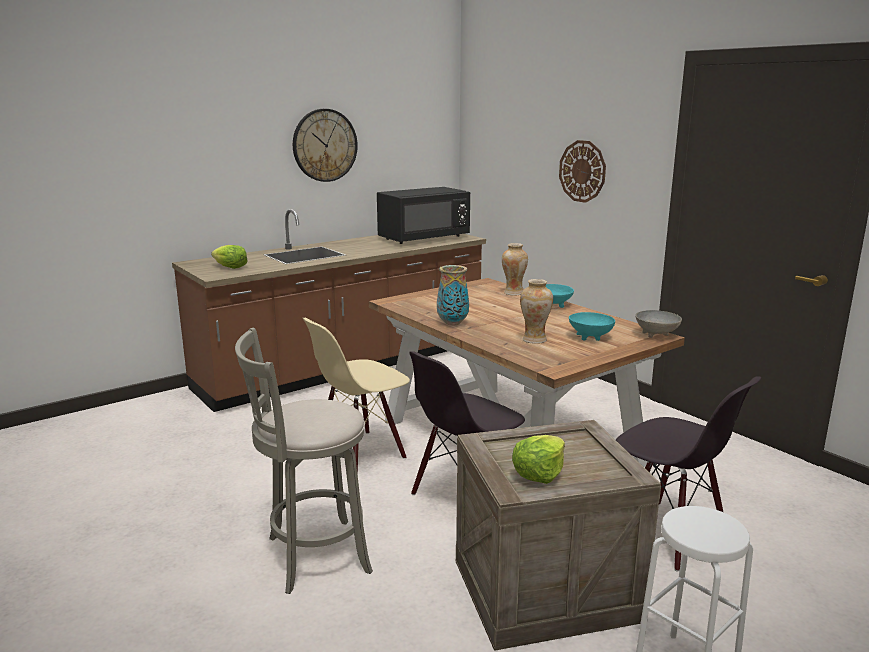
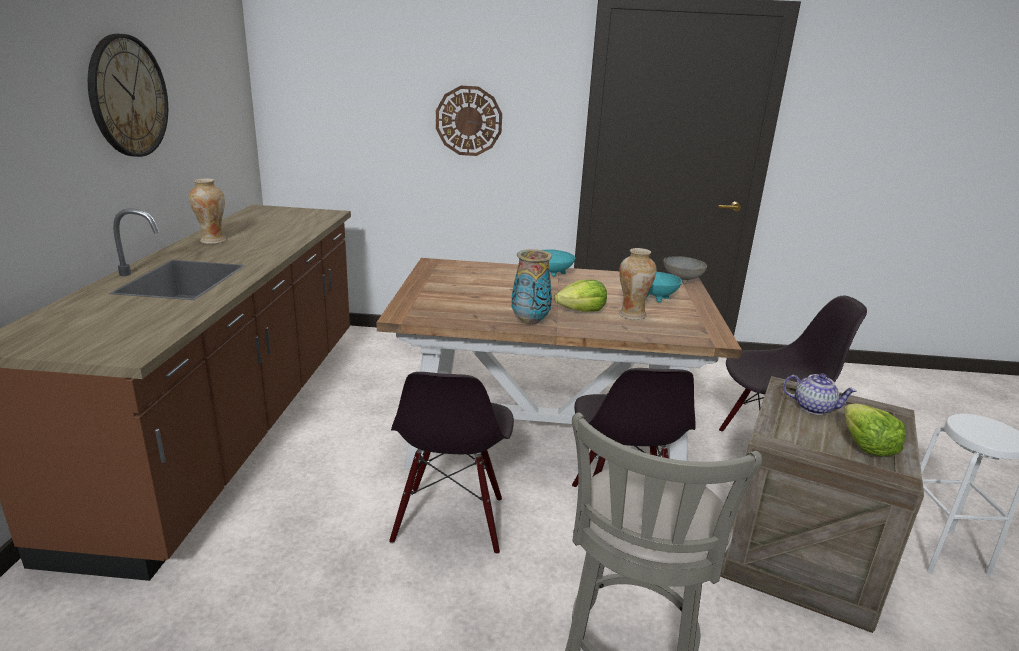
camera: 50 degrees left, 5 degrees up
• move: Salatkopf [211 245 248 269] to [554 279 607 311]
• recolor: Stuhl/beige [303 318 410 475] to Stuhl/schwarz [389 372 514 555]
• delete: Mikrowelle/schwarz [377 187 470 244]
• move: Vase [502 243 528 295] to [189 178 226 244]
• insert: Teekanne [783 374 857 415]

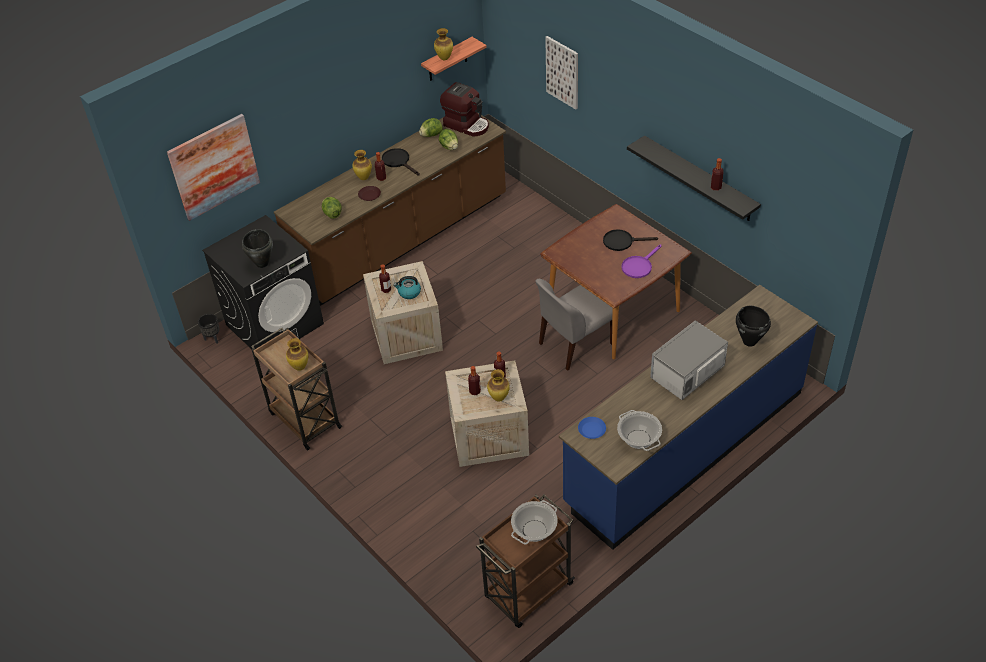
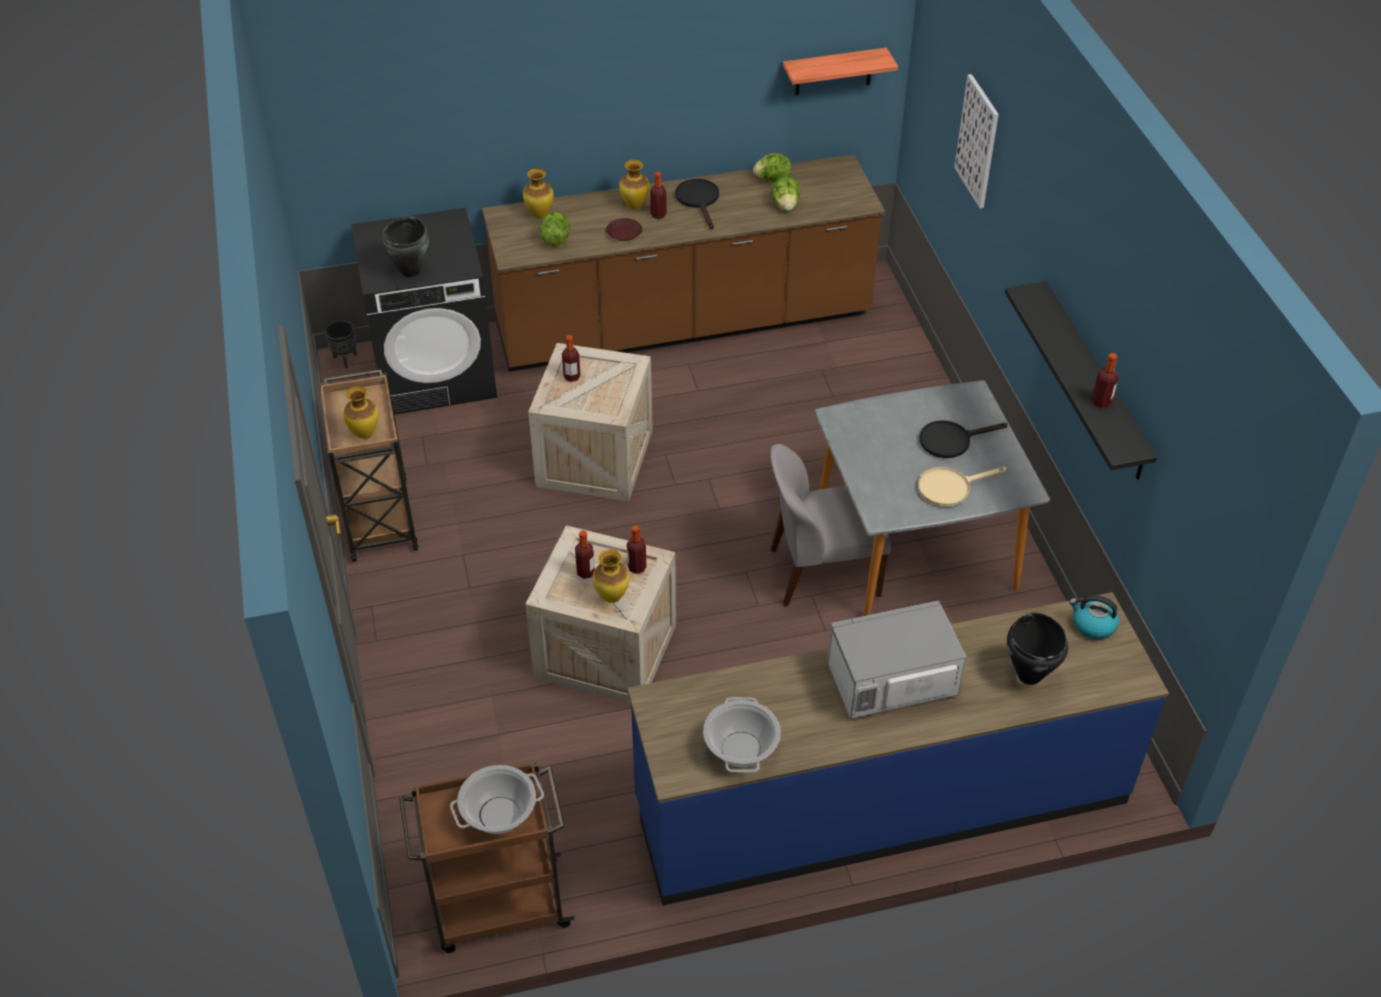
camera: 25 degrees right, 0 degrees up
• delete: Bild [167 114 260 221]
• move: Wasserkessel [393 276 421 299] to [1070 595 1119 639]
• move: Vase [434 28 453 60] to [523 168 554 218]
• delete: Kaffeemaschine [440 82 489 137]
• recolor: Esstisch/braun [540 204 692 359] to Esstisch/grau [815 380 1050 616]
• delete: Teller/blau [578 417 606 439]
• rotate: Pfanne/schwarz [603 229 658 251] = [920 420 1008 458] 45 degrees counterclockwise
• recolor: Pfanne/lila [621 244 661 278] to Pfanne/beige [918 467 1007 507]

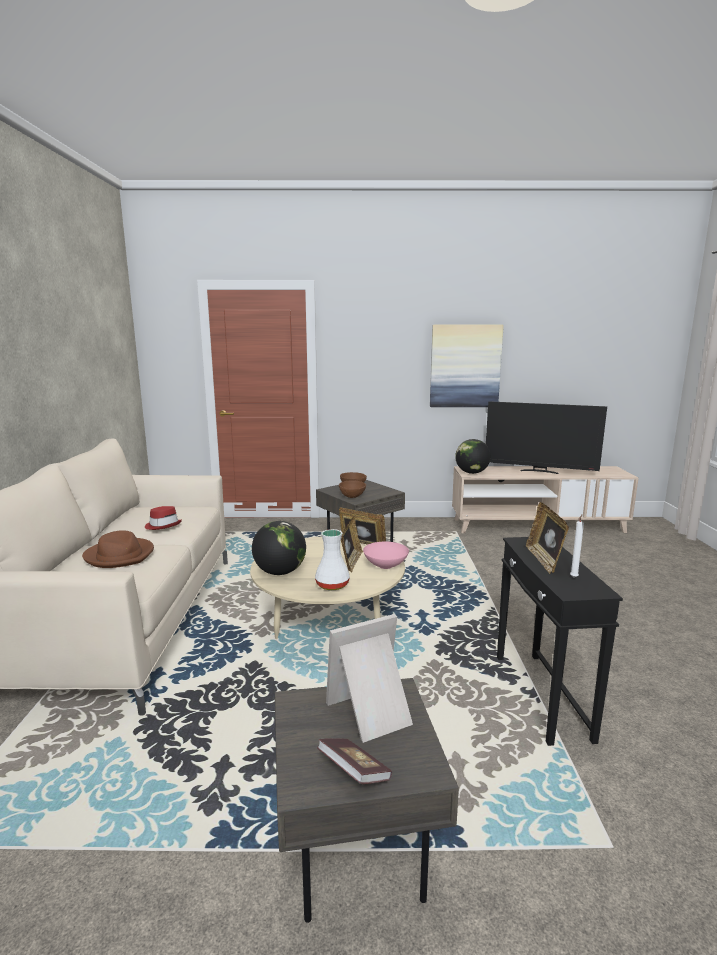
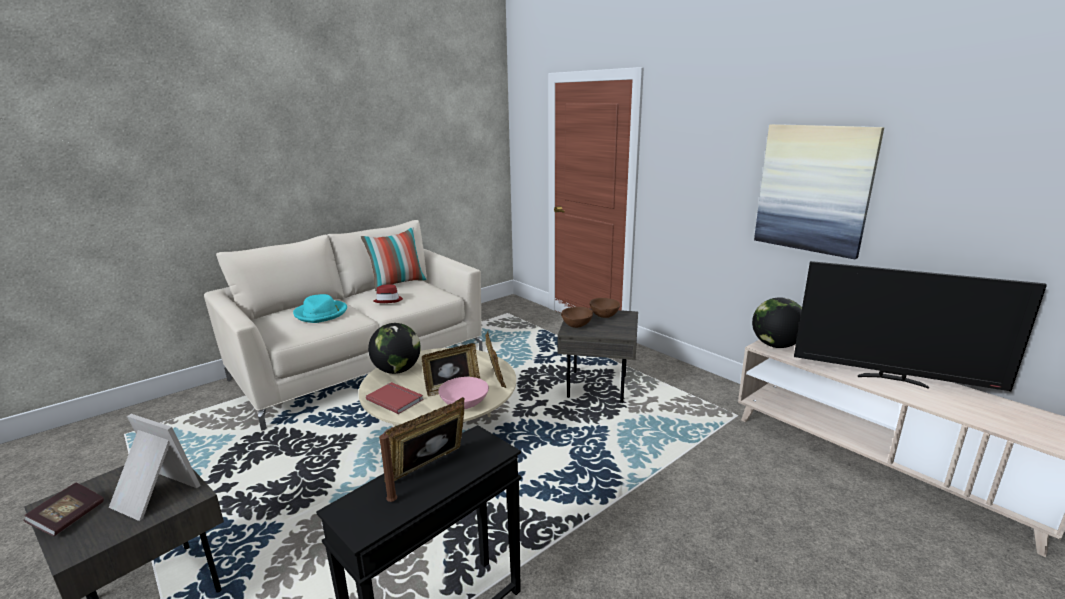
camera: 50 degrees right, 5 degrees up
• recolor: Hut/braun [82 530 154 568] to Hut/türkis [293 294 347 323]
• replace: Vase/weiß [315 529 350 590] to Buch/rot [366 382 423 414]
• rotate: Fernseher [486 401 607 474] = [794 261 1047 391] 45 degrees counterclockwise
• recolor: Kerze/weiß [570 514 584 578] to Kerze/braun [379 427 397 502]
• insert: Kissen [361 227 427 291]

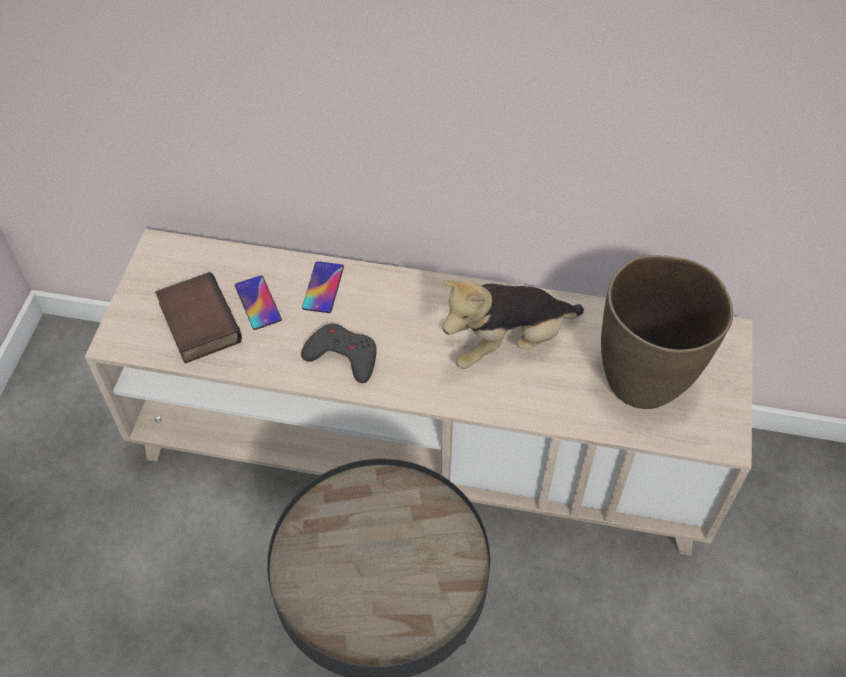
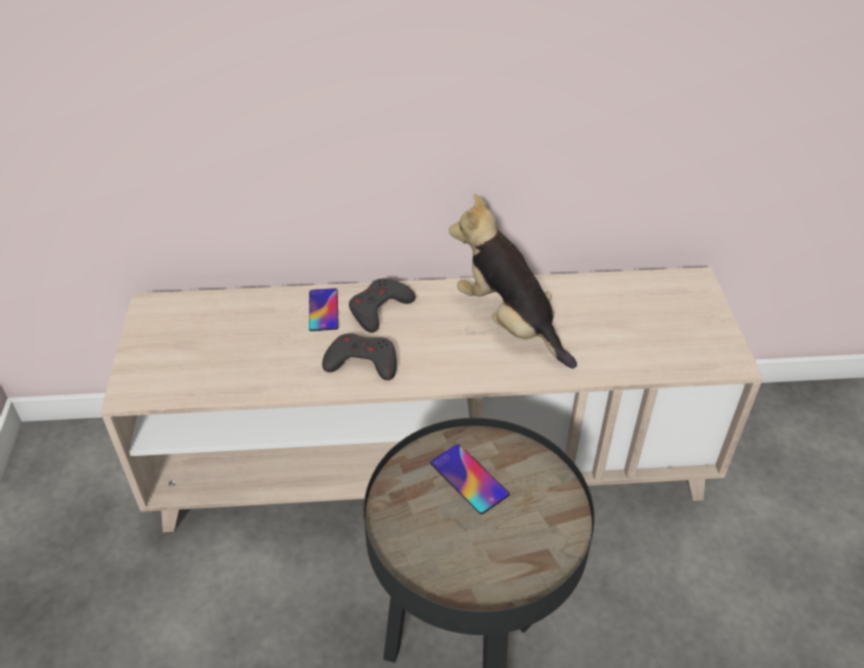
camera: 15 degrees left, 10 degrees down
• delete: Buch [155 272 242 363]
• move: Handy [235 275 282 330] to [430 444 510 514]
• rotate: Plüschtier [442 280 584 369] = [449 193 577 369] 90 degrees clockwise
• delete: Vase/braun [601 255 733 409]
• insert: Gamepad/grau [349 278 416 333]

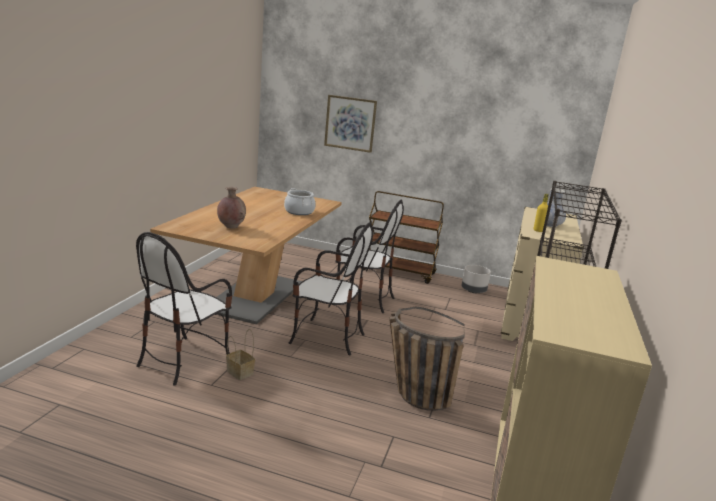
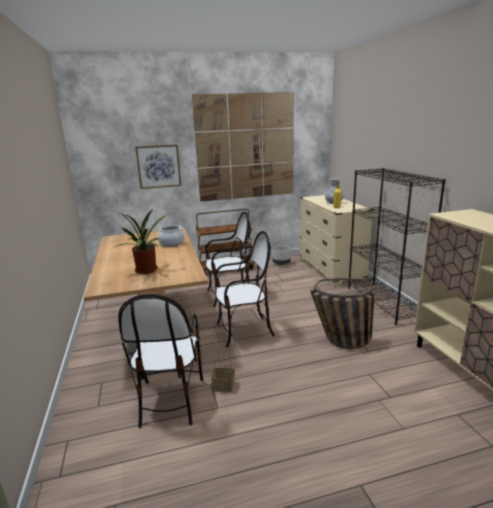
camera: 30 degrees left, 0 degrees up
• replace: Vase/braun [217 187 246 229] to Topfpflanze [115 208 170 274]
• insert: Bild [192 92 294 202]

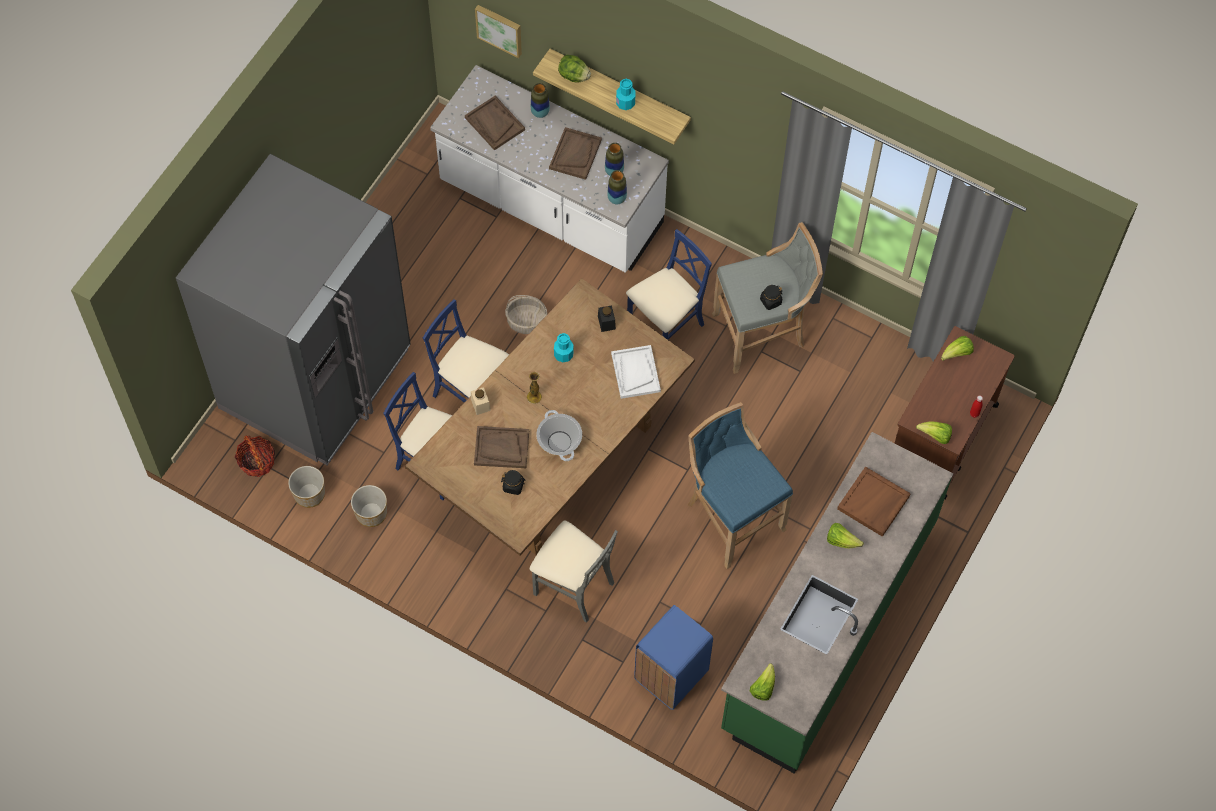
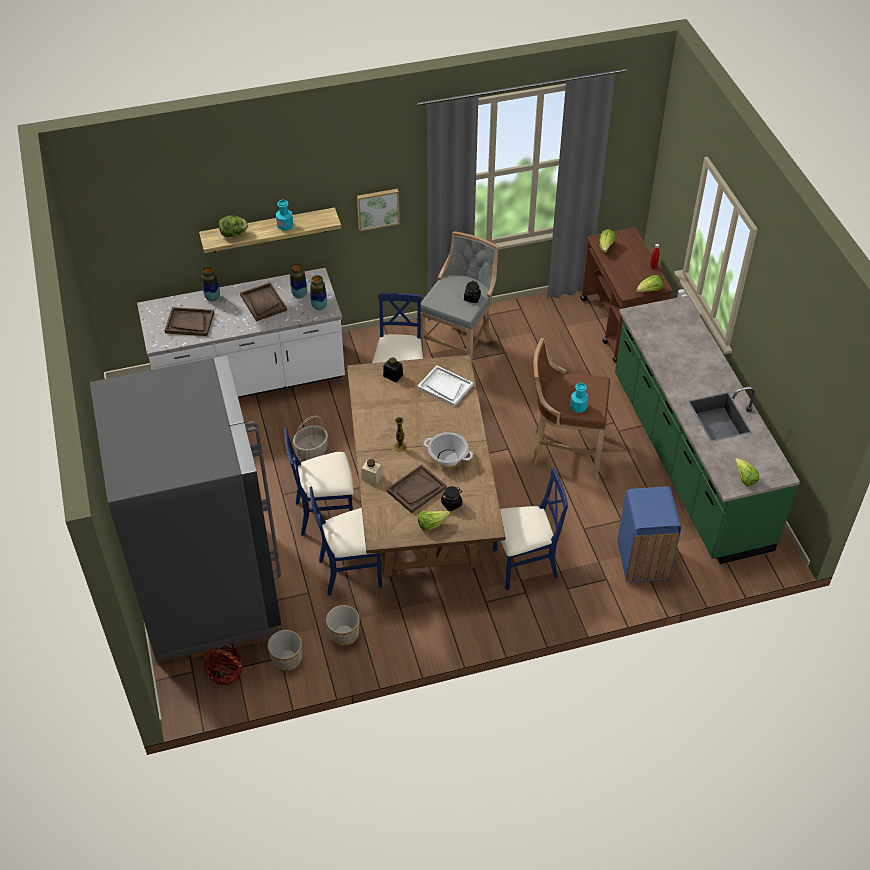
camera: 45 degrees left, 15 degrees down
• move: Bild [475 5 522 58] to [357 189 400 231]
• recolor: Stuhl/grau [530 520 618 623] to Stuhl/blau [493 468 568 590]
• move: Flasche/türkis [554 333 574 362] to [570 383 589 413]
• recolor: Hocker/blau [687 402 793 569] to Hocker/braun [531 338 610 480]
• move: Salatkopf [827 523 864 548] to [418 511 450 531]
• delete: Tablett/braun [837 466 911 537]

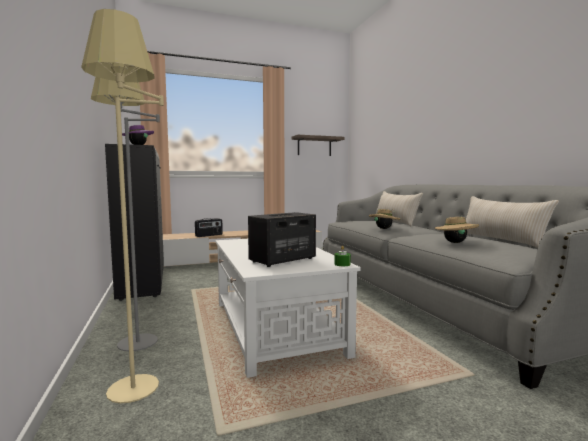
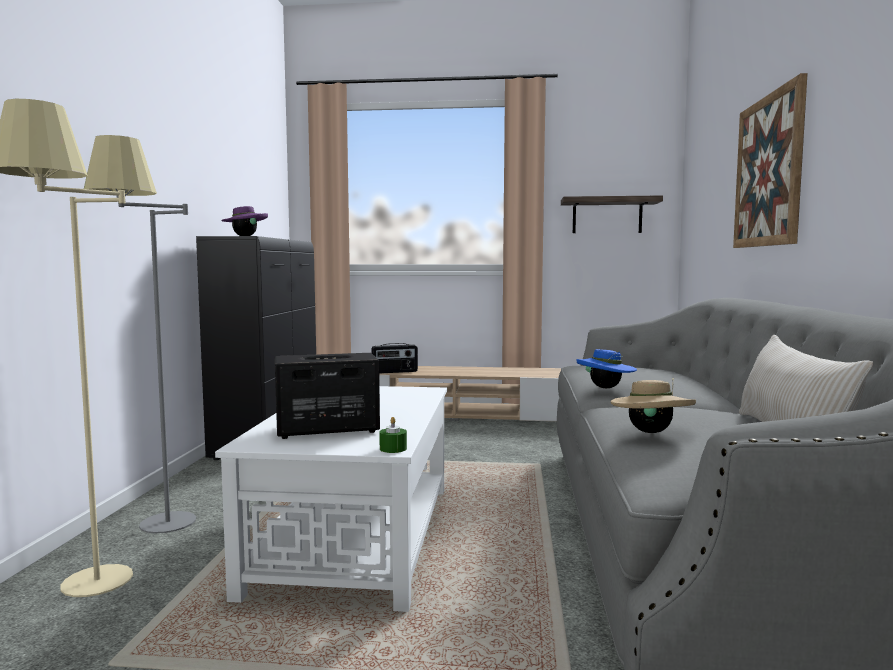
camera: 25 degrees right, 0 degrees up
• recolor: Hut/beige [369 209 400 229] to Hut/blau [577 349 637 388]
• delete: Kissen/beige [374 191 423 226]
• insert: Bild [733 73 808 248]

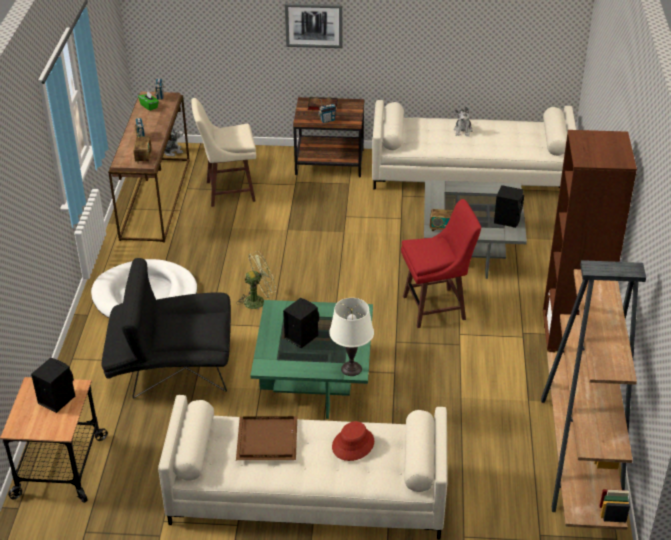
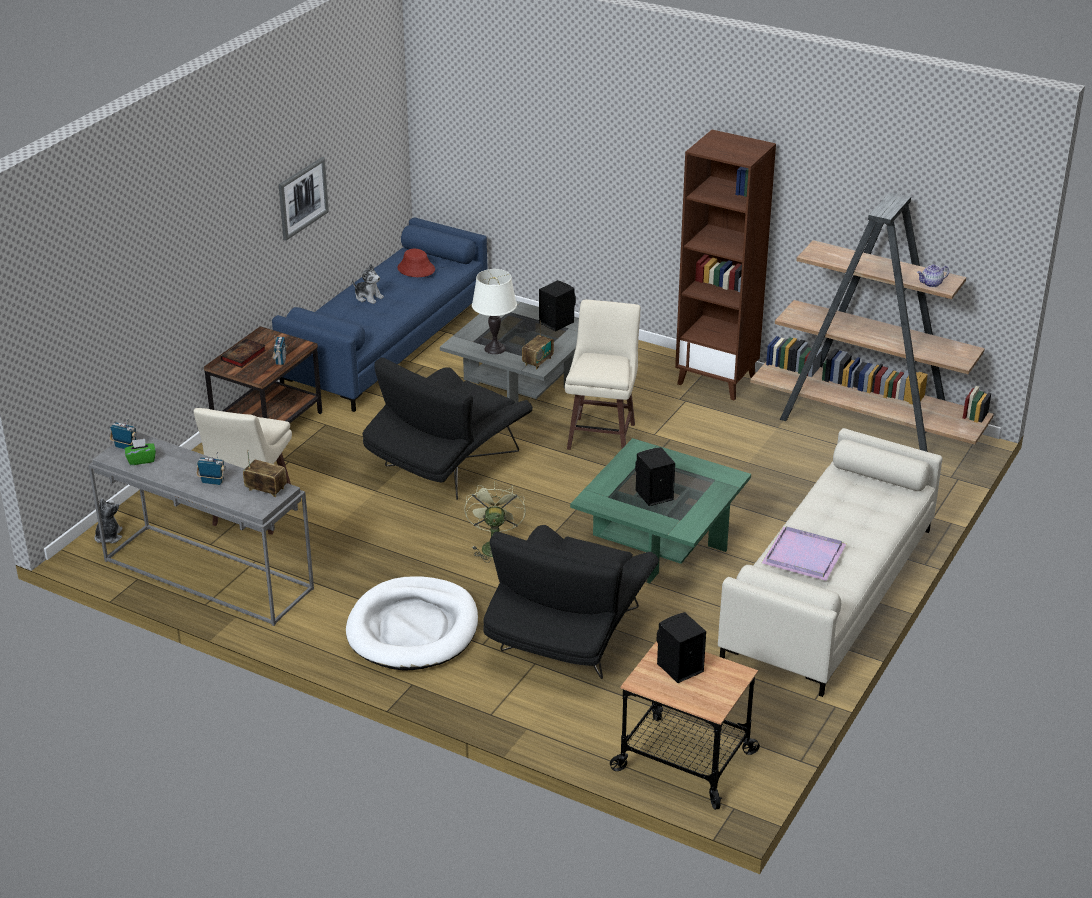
camera: 65 degrees left, 5 degrees down
• recolor: Konsolentisch/braun [108 92 190 243] to Konsolentisch/grau [88 432 314 626]
• recolor: Tablett/braun [236 416 297 460] to Tablett/lila [762 526 846 581]
• move: Bild [285 3 342 48] to [279 157 329 241]
• move: Tischlampe/weiß [329 298 374 376] to [472 269 517 354]
• move: Hut/rot [332 421 374 461] to [397 249 435 277]
• recolor: Sofa/beige [372 100 576 190] to Sofa/blau [272 217 488 412]
• recolor: Hocker/rot [401 199 481 328] to Hocker/beige [565 300 640 450]
• insert: Sessel/schwarz [362 358 533 500]
• insert: Teekanne [917 264 949 287]

